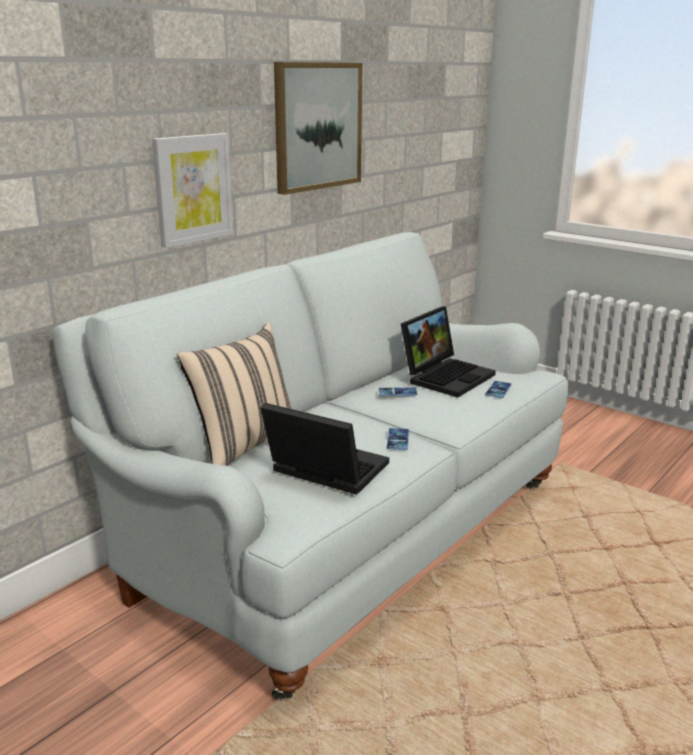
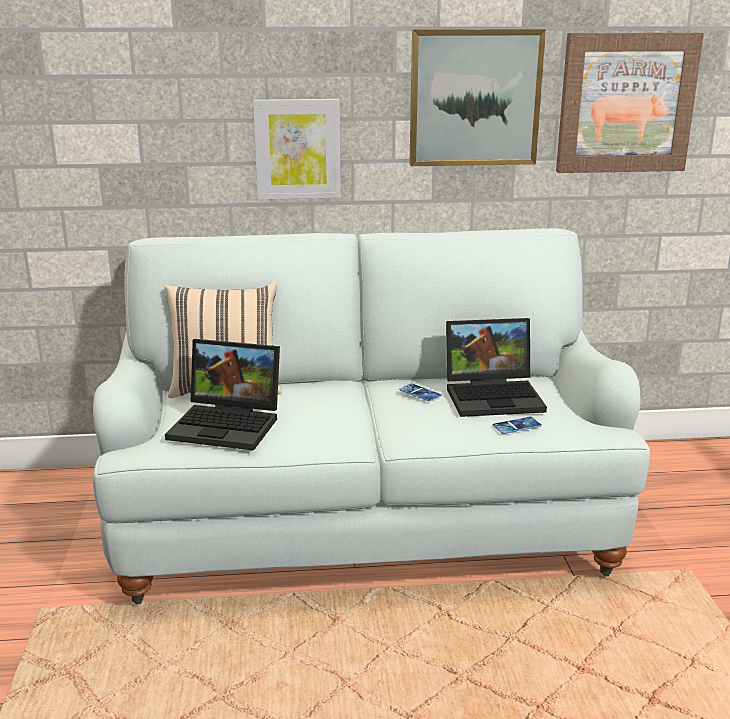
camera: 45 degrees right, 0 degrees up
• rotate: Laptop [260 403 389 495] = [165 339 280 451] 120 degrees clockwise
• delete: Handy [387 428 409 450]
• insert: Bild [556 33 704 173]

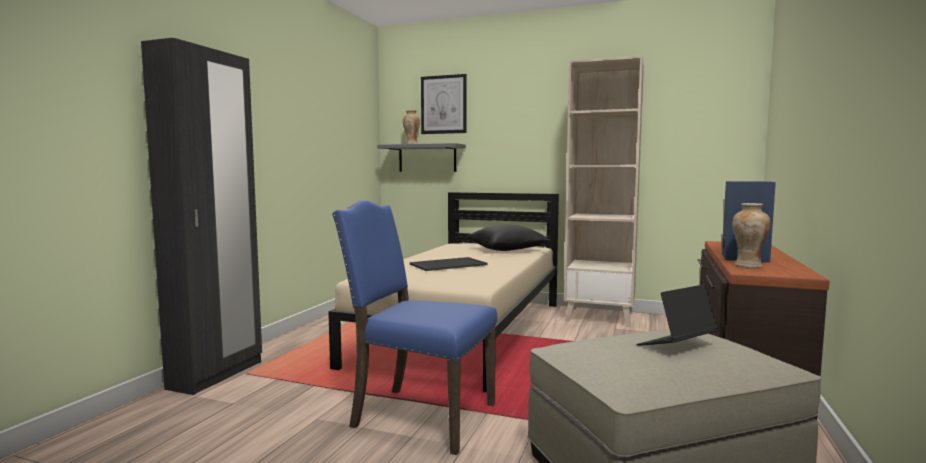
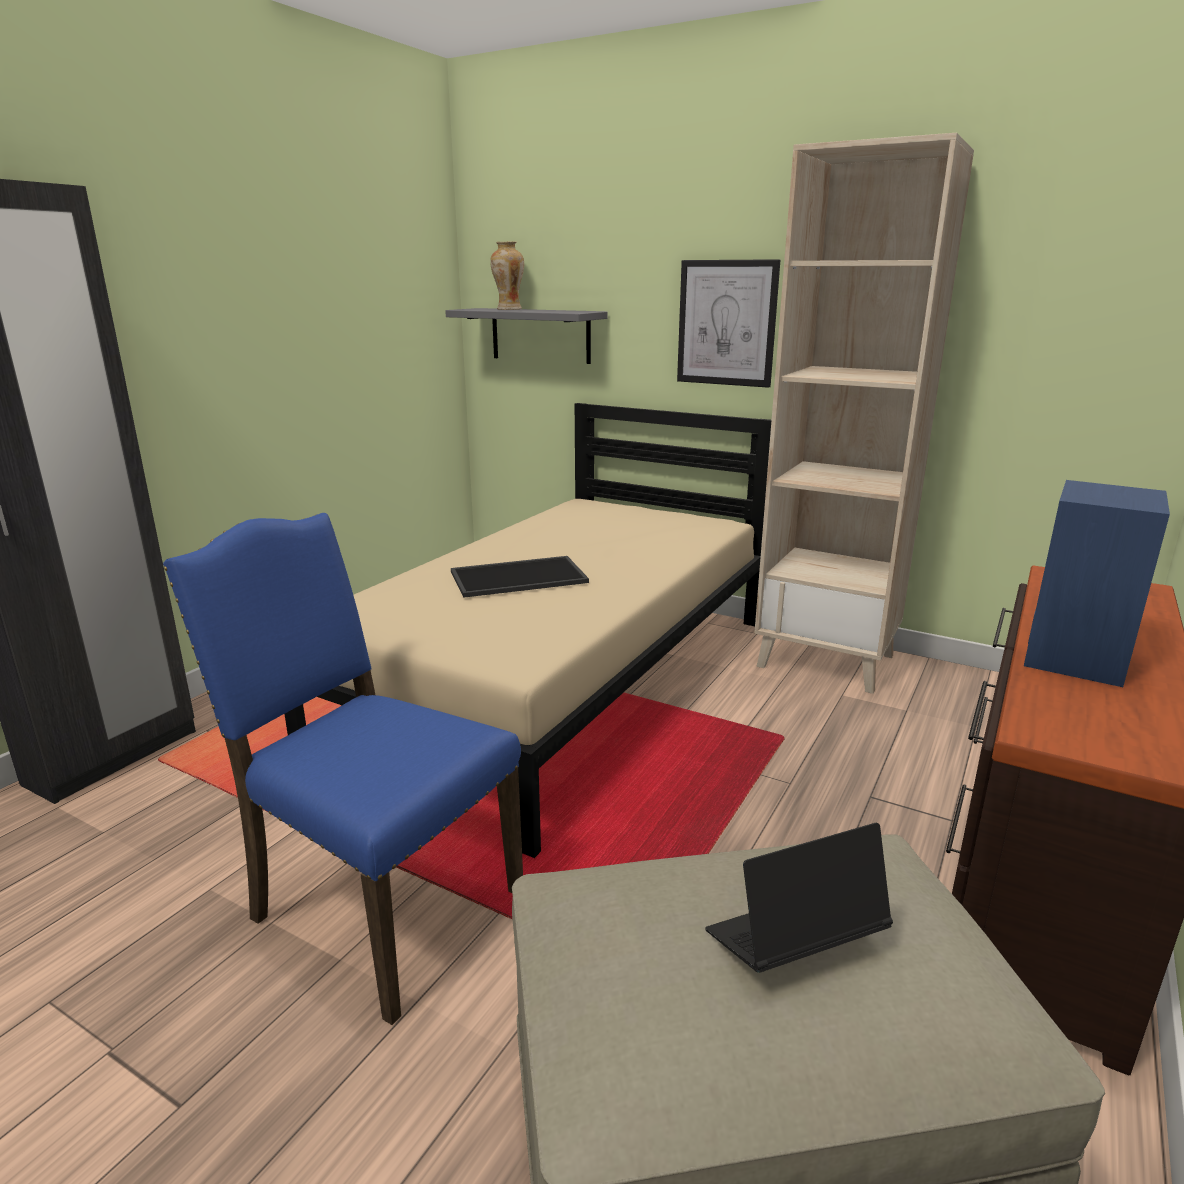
camera: 10 degrees right, 15 degrees up
• move: Bild [421 74 467 134] to [677 259 780 388]
• delete: Kissen/schwarz [466 225 551 251]
• delete: Vase [733 203 771 268]

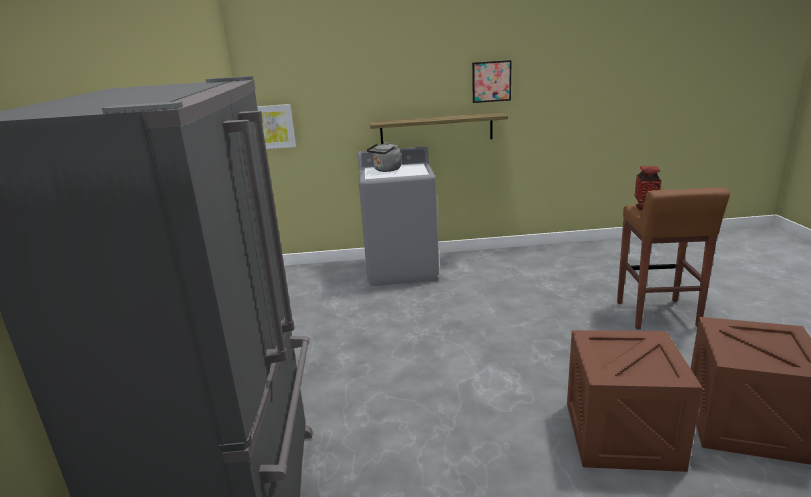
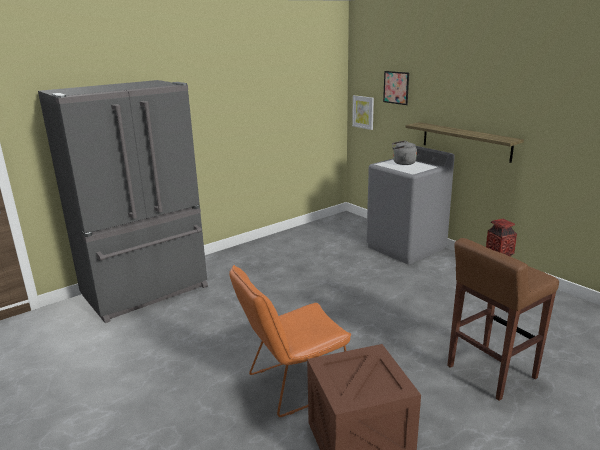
camera: 55 degrees right, 0 degrees up
• move: Bild [472 60 512 103] to [383 71 409 105]
• replace: Kiste [567 330 702 472] to Stuhl/orange [229 265 351 417]

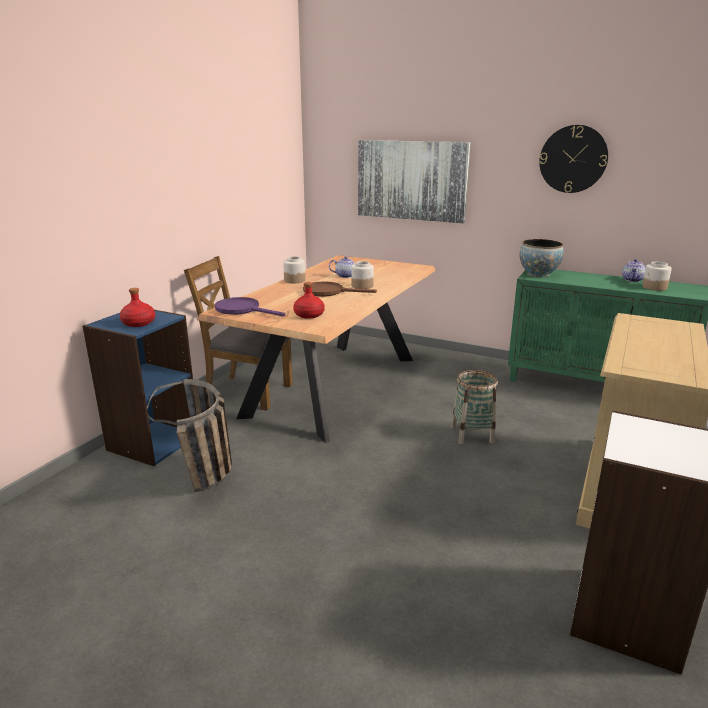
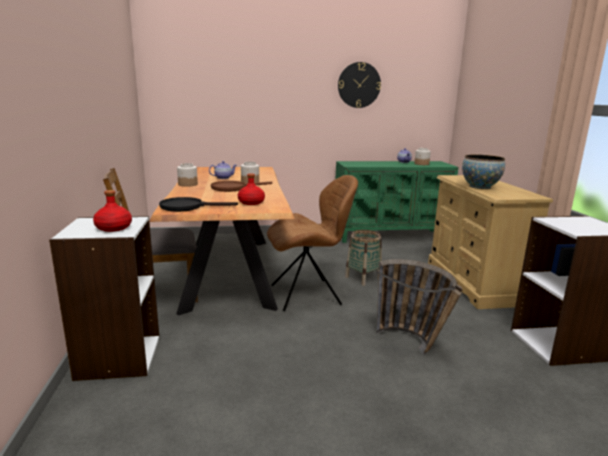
camera: 35 degrees left, 5 degrees down
• recolor: Bücherregal/blau [82 310 193 466] to Bücherregal/weiß [49 216 160 381]
• move: Korb [147 379 232 492] to [376 259 462 355]
• recolor: Pfanne/lila [215 297 285 316] to Pfanne/schwarz [159 197 238 212]
• delete: Bild [358 140 470 223]
• move: Schüssel [520 239 564 277] to [462 154 505 189]
• insert: Stuhl/braun [267 175 358 311]

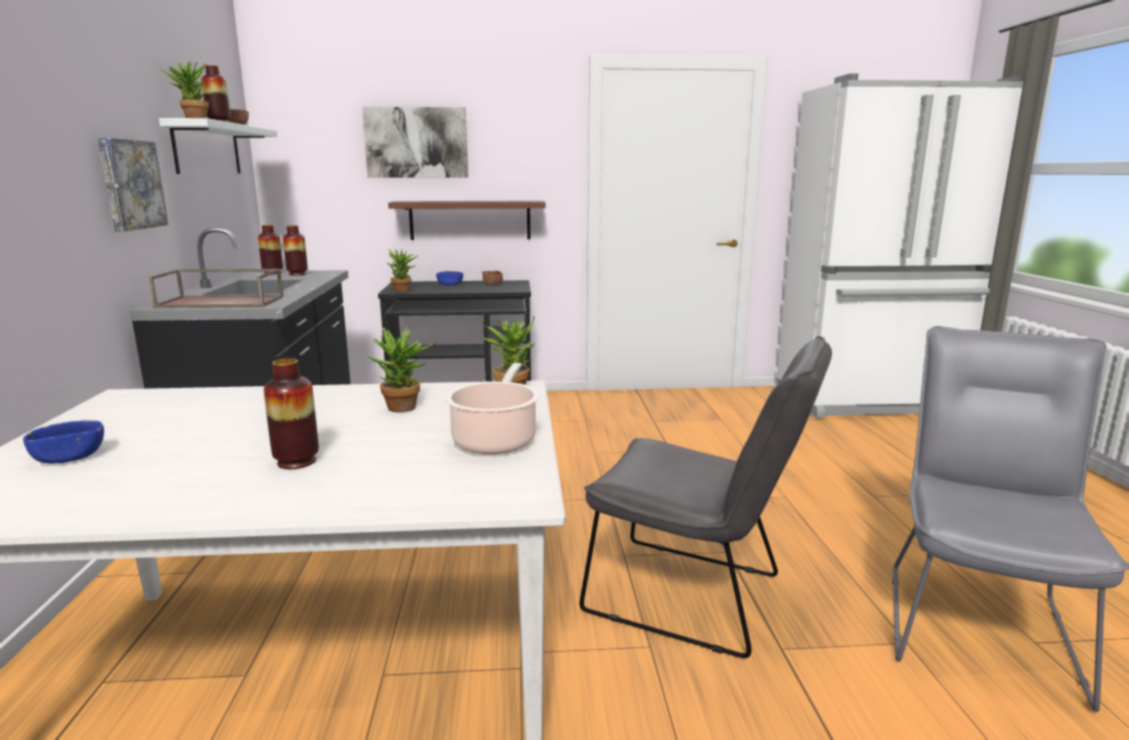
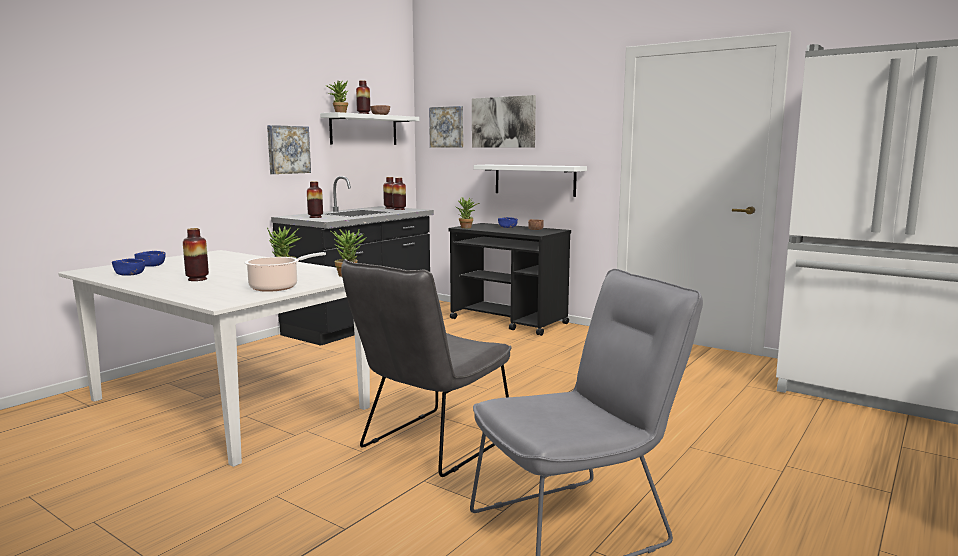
camera: 40 degrees right, 5 degrees down
• replace: Tablett/braun [149 269 284 308] to Vase [307 181 323 218]
• recolor: Wandregal/braun [388 201 546 240] to Wandregal/weiß [474 165 587 197]
• rotate: Stuhl/grau [580 336 832 658] = [341 259 512 477] 60 degrees clockwise
• insert: Schüssel/blau [112 258 145 276]
• insert: Bild [429 106 463 148]

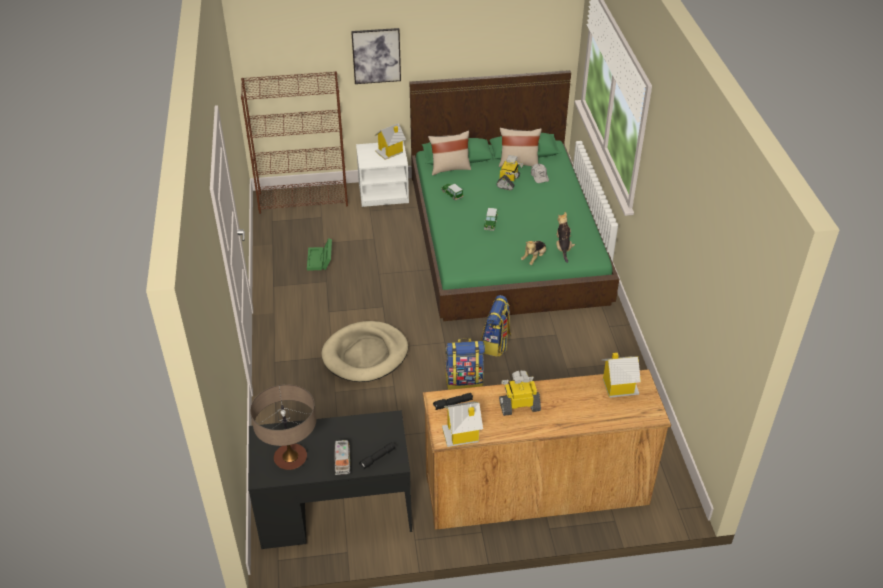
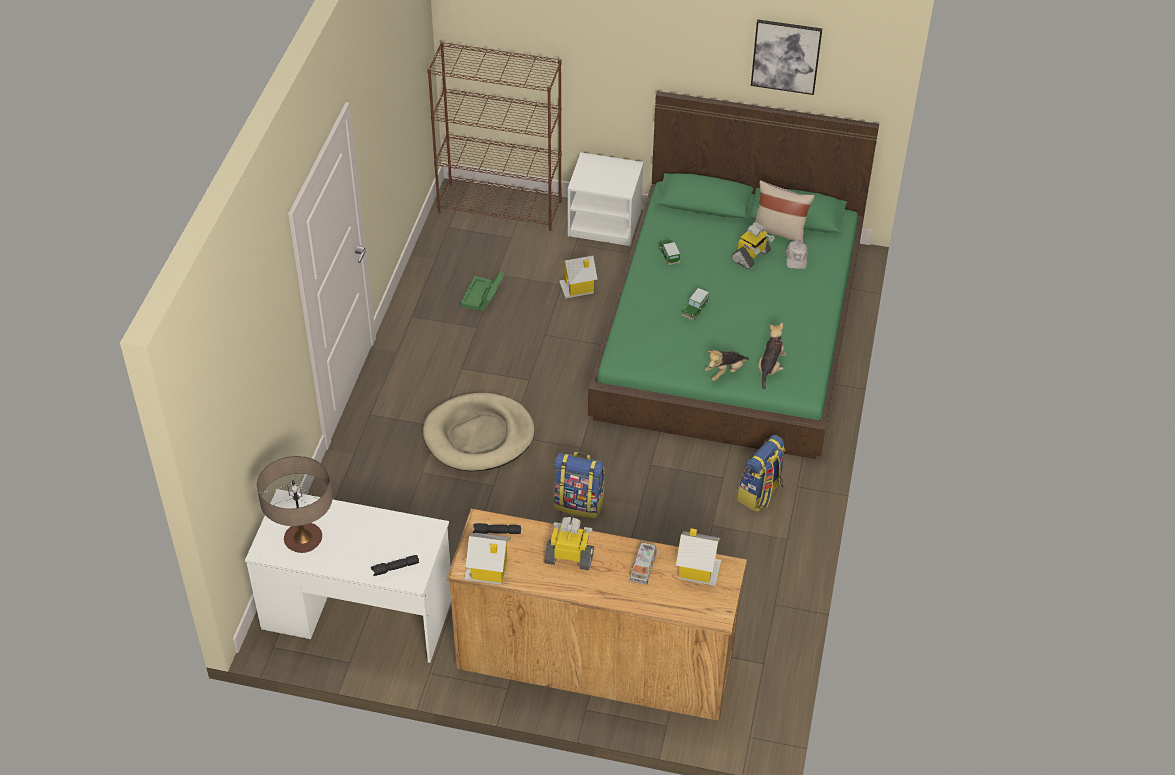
camera: 20 degrees right, 5 degrees up
• recolor: Schreibtisch/schwarz [248 410 412 549] to Schreibtisch/weiß [245 489 451 663]
• move: Spielzeuglaster [334 440 350 475] to [629 542 657 585]
• move: Bild [351 28 401 84] to [751 19 822 95]
• move: Spielzeughaus [375 123 406 160] to [559 256 597 299]
• delete: Kissen/beige [428 131 471 176]
• move: Rucksack [481 295 511 357] to [737 435 786 512]

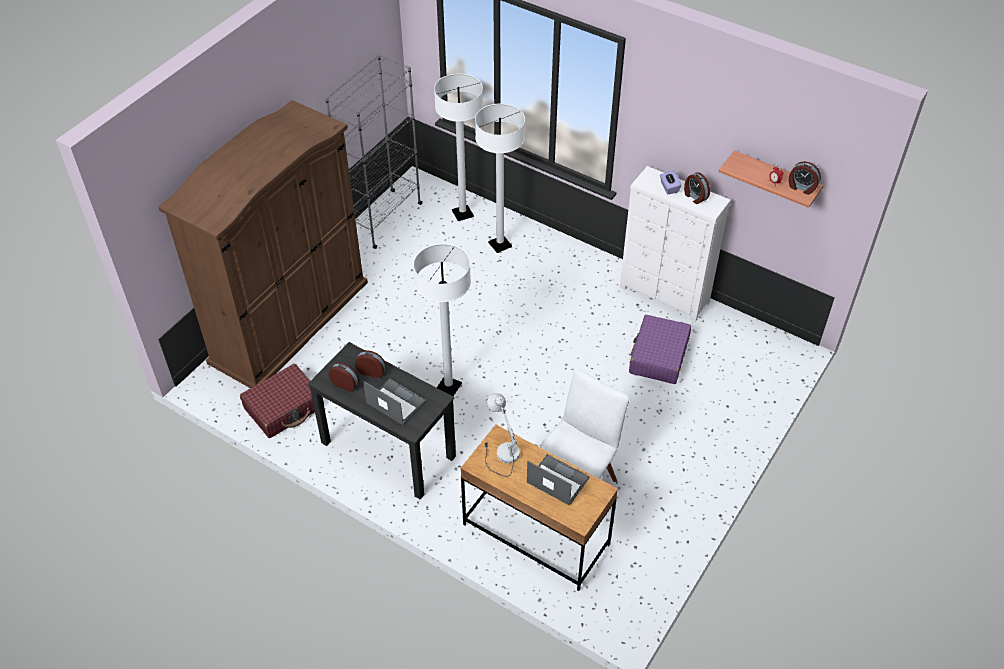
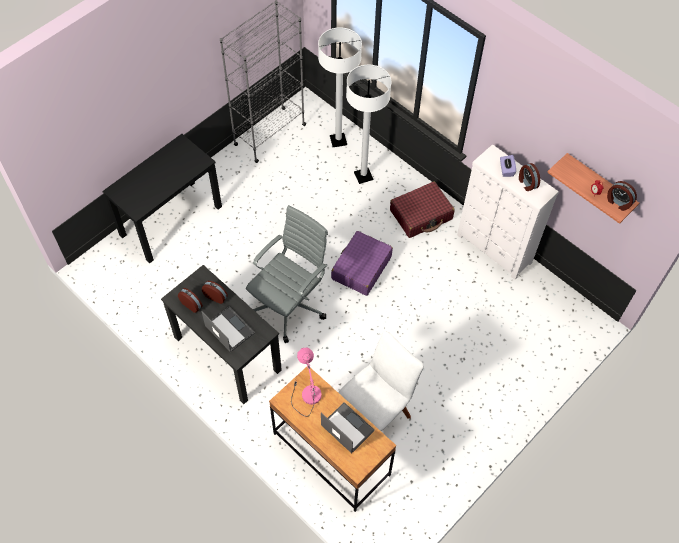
camera: 10 degrees right, 10 degrees up
• replace: Kleiderschrank/braun [158 100 368 388] to Schreibtisch/schwarz [102 134 222 263]
• move: Koffer/rot [240 364 324 438] to [390 181 455 238]
• replace: Stehlampe/weiß [413 244 471 396] to Bürostuhl/grau [246 205 328 343]
• recolor: Tischlampe/weiß [485 393 520 477] to Tischlampe/rosa [291 347 322 417]
• move: Koffer/lila [629 315 691 384] to [331 231 393 296]

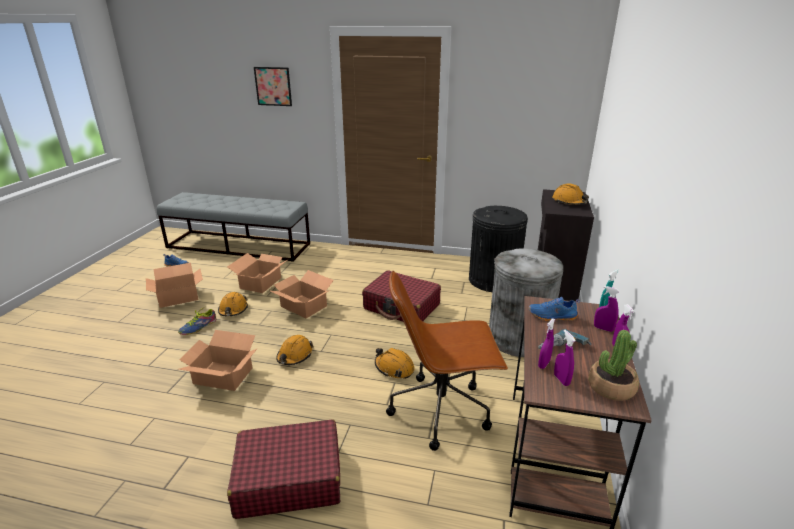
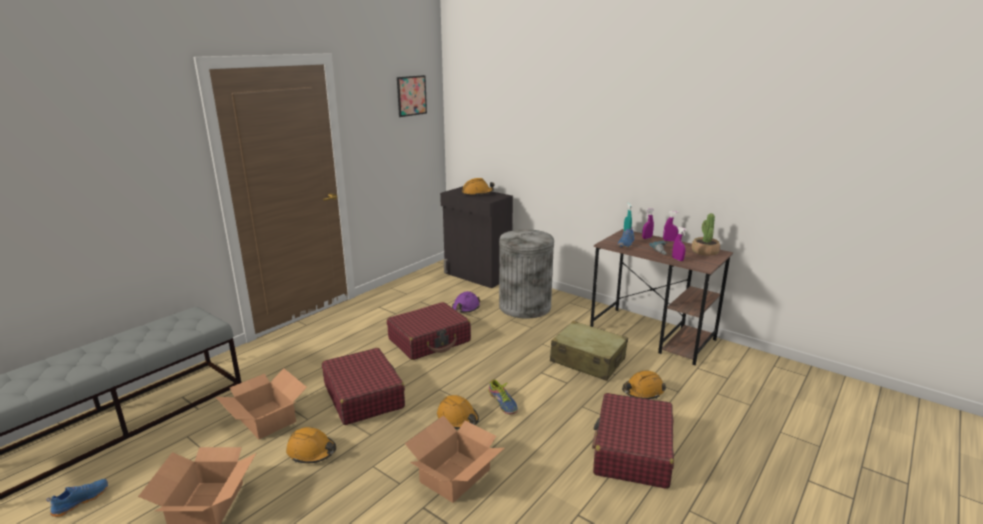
camera: 65 degrees left, 5 degrees down
• move: Schuh [178 306 216 335] to [488 380 518 414]
• move: Bild [254 67 292 106] to [397 75 427 117]
• replace: Karton [268 270 334 318] to Koffer/rot [322 348 405 425]
• move: Schutzhelm/orange [375 348 415 379] to [622 370 666 399]
• replace: Bürostuhl/braun [386 270 508 451] to Koffer/beige [550 321 628 381]
• delete: Mülleimer/schwarz [469 206 528 292]
• delete: Sprühflasche/lila [554 330 576 386]
• insert: Schutzhelm/lila [452 291 480 313]

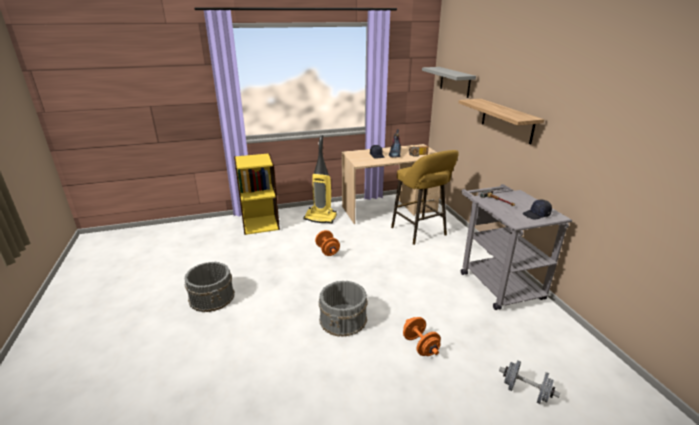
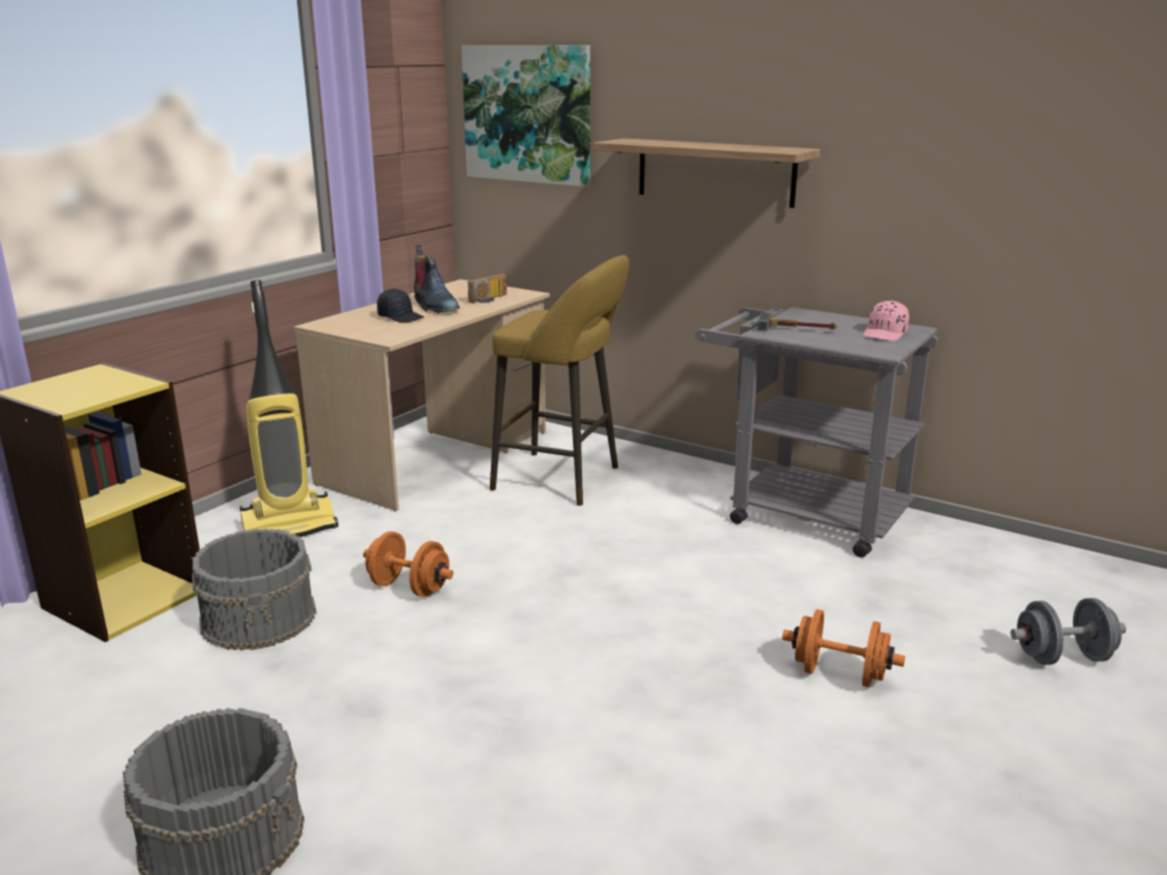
camera: 40 degrees left, 5 degrees down
• move: Eimer/grau [319 281 368 337] to [192 528 317 651]
• replace: Wandregal/grau [422 67 476 98] to Bild [461 45 590 187]
• recolor: Kappe/schwarz [523 200 552 219] to Kappe/rosa [863 301 909 341]

